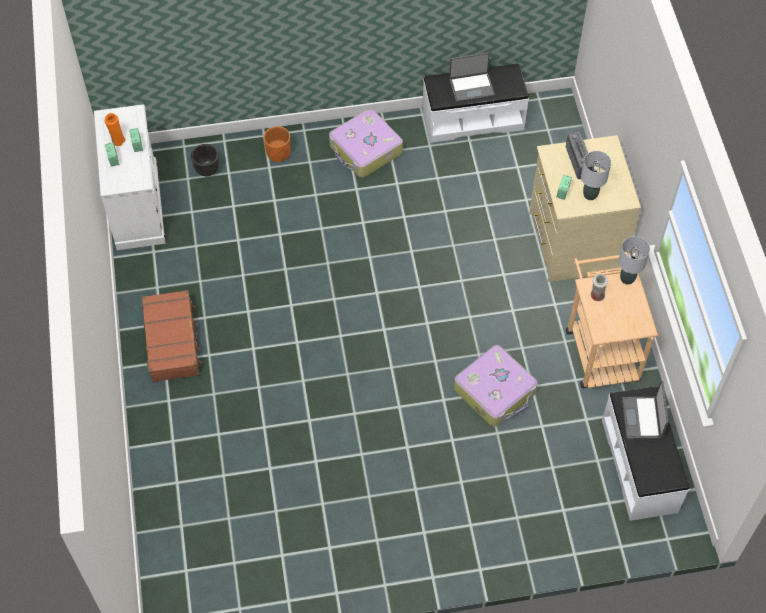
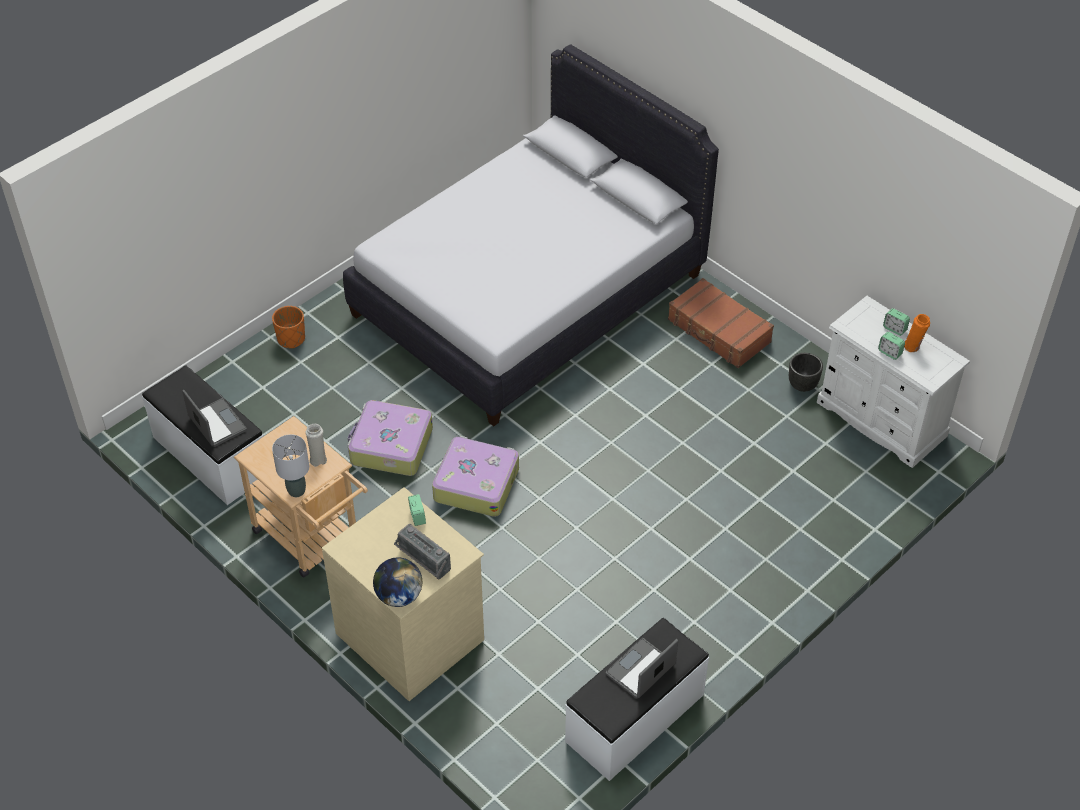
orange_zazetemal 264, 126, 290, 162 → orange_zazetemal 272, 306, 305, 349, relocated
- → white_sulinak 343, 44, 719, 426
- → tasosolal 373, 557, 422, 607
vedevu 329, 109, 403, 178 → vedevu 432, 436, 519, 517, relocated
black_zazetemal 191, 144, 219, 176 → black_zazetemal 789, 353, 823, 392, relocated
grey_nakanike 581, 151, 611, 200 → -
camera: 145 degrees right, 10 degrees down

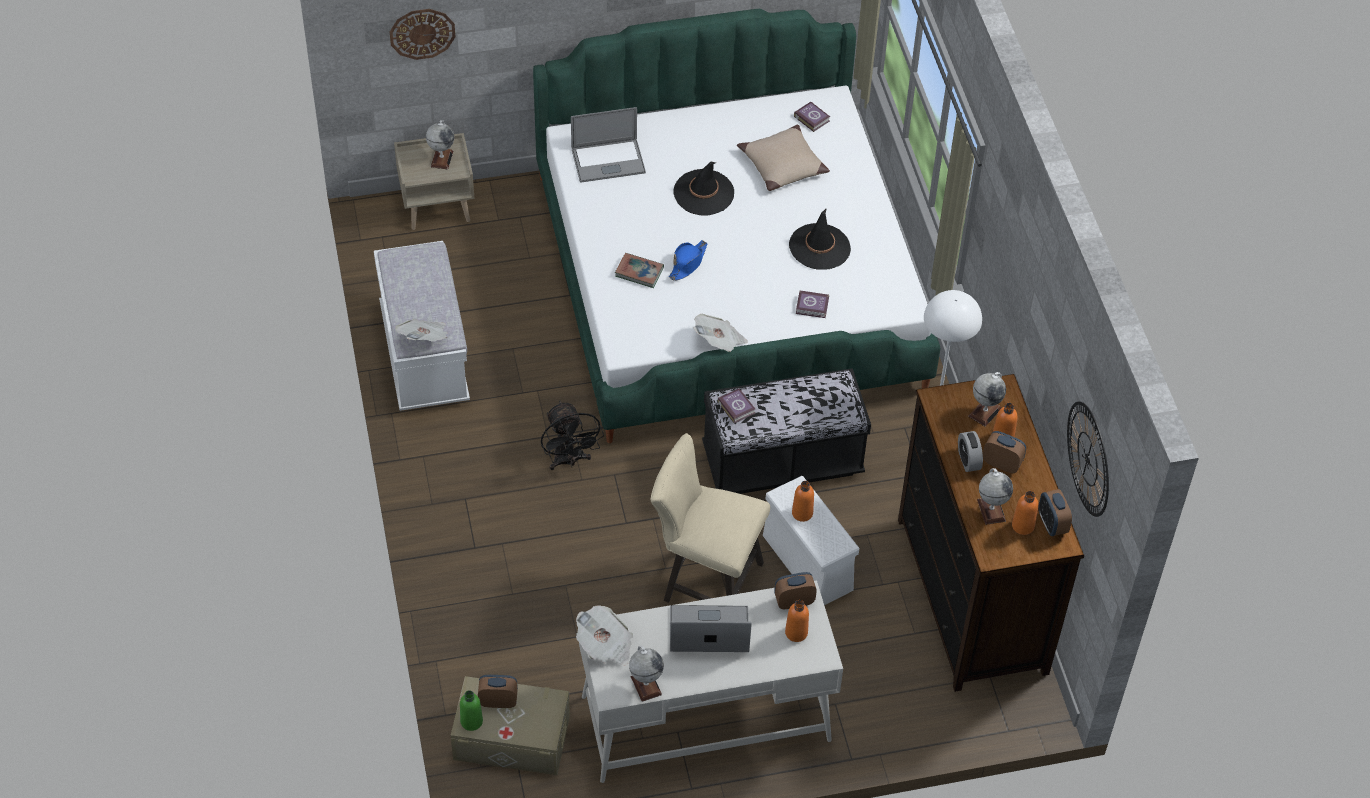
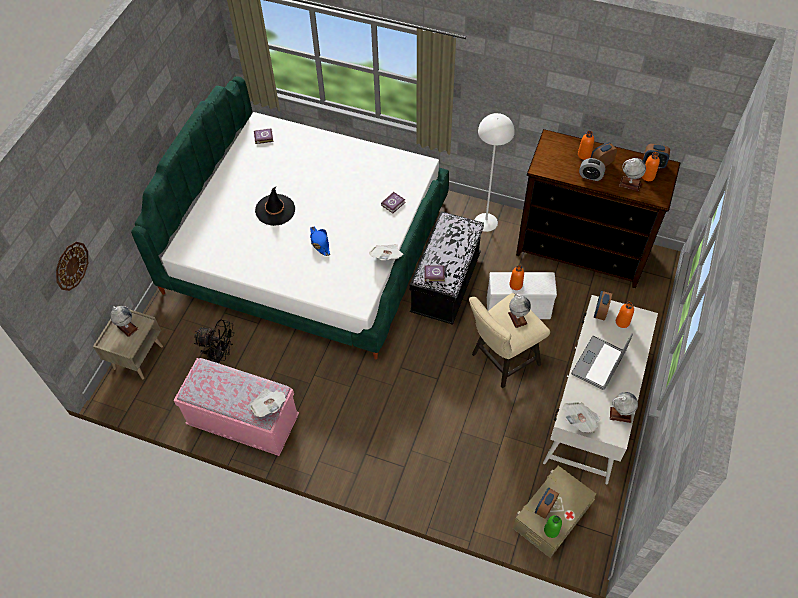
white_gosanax 374, 241, 470, 411 → pink_gosanax 173, 358, 299, 456
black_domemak 541, 400, 604, 470 → black_domemak 194, 319, 234, 363, relocated
tasosolal 968, 372, 1006, 427 → tasosolal 508, 294, 531, 328, relocated
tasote 571, 107, 646, 183 → -
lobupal 615, 253, 664, 288 → -
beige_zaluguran 737, 124, 830, 191 → -
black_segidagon 789, 208, 851, 270 → -
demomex 1067, 401, 1109, 517 → -
camera: 55 degrees left, 5 degrees up

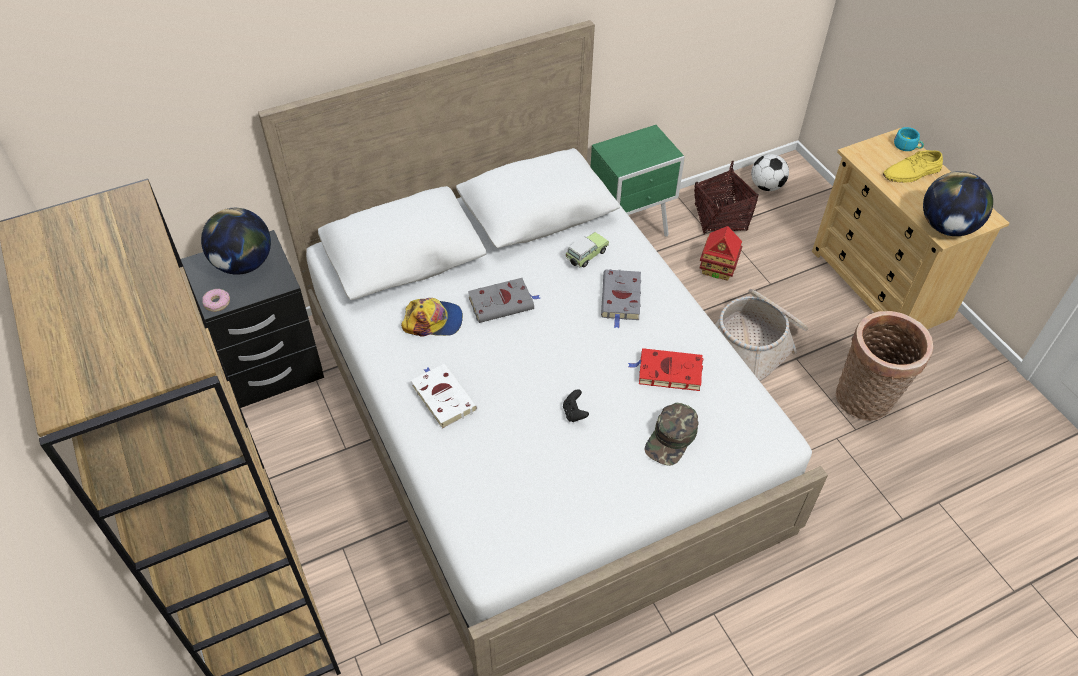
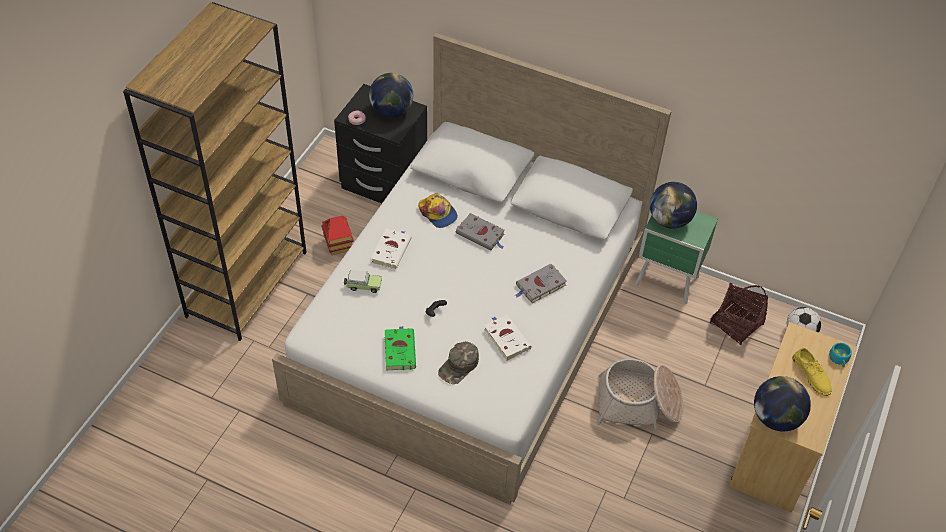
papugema 700, 226, 742, 281 → papugema 321, 216, 354, 255, relocated
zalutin 565, 232, 609, 268 → zalutin 344, 270, 382, 293, relocated
- → green_lobupal 385, 326, 416, 370
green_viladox 645, 403, 698, 466 → green_viladox 438, 341, 479, 384, 45 degrees counterclockwise
red_lobupal 628, 348, 703, 391 → white_lobupal 484, 315, 532, 361
- → tasosolal 650, 182, 697, 229
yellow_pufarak 883, 149, 943, 183 → yellow_pufarak 793, 348, 832, 396, 150 degrees counterclockwise
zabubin 836, 311, 933, 421 → -
camera: 50 degrees right, 0 degrees up

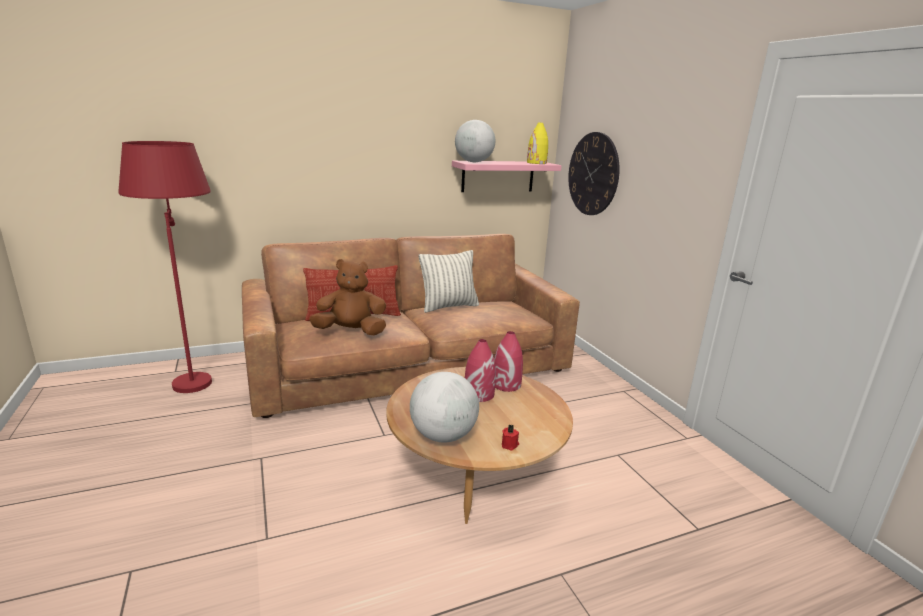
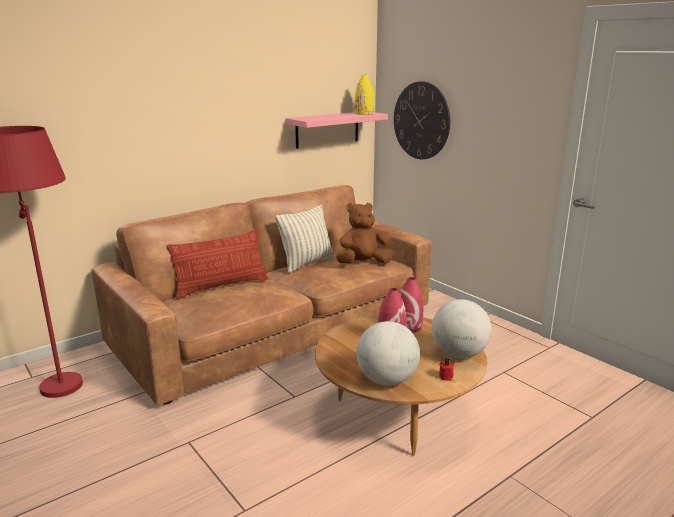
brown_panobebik 309, 259, 386, 335 → brown_panobebik 336, 203, 393, 263, relocated
tasosolal 455, 120, 495, 162 → tasosolal 432, 299, 492, 358, relocated
camera: 15 degrees left, 0 degrees up

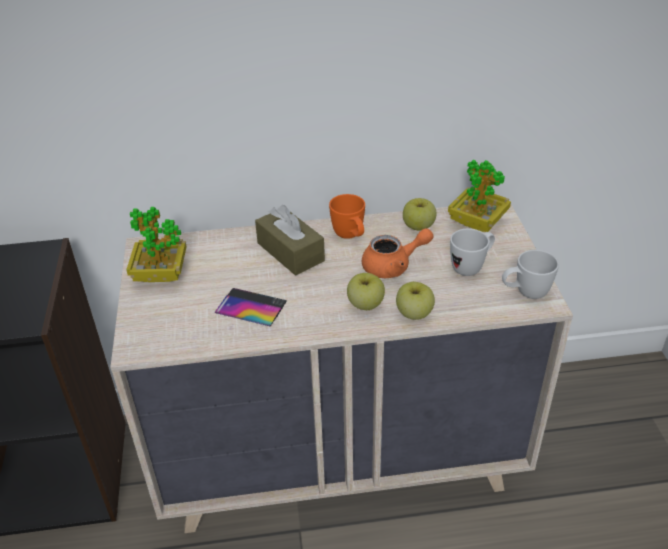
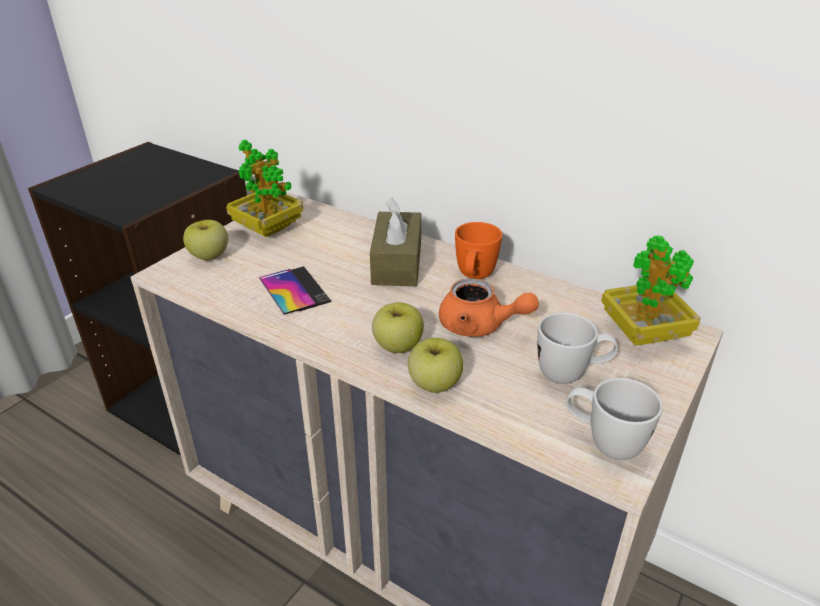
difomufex 403, 198, 437, 230 → difomufex 183, 220, 228, 260, relocated
camera: 40 degrees right, 5 degrees down

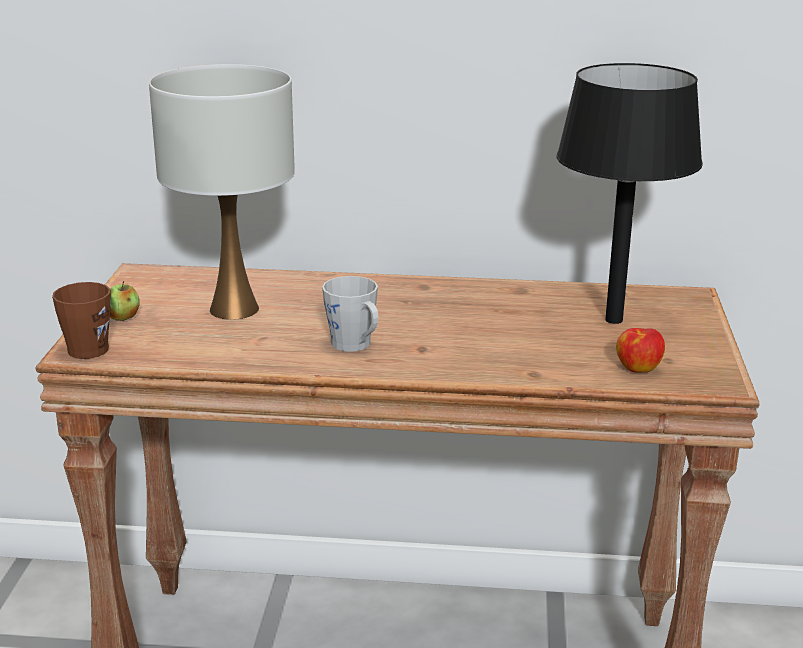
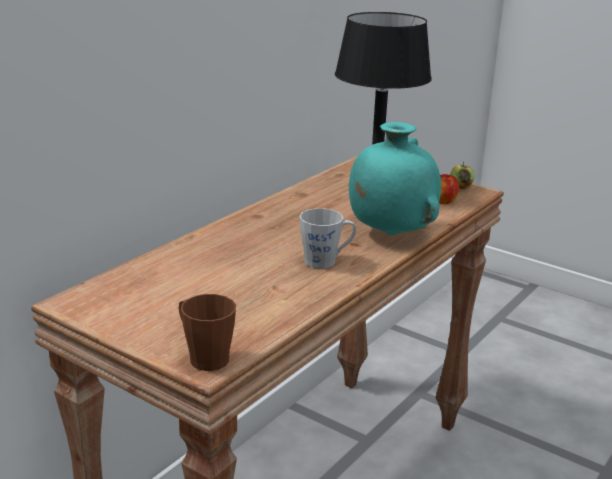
- → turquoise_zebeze 349, 122, 441, 235
difomufex 110, 281, 140, 321 → difomufex 450, 161, 474, 189, relocated
white_nakanike 149, 64, 295, 320 → -
camera: 60 degrees left, 0 degrees up

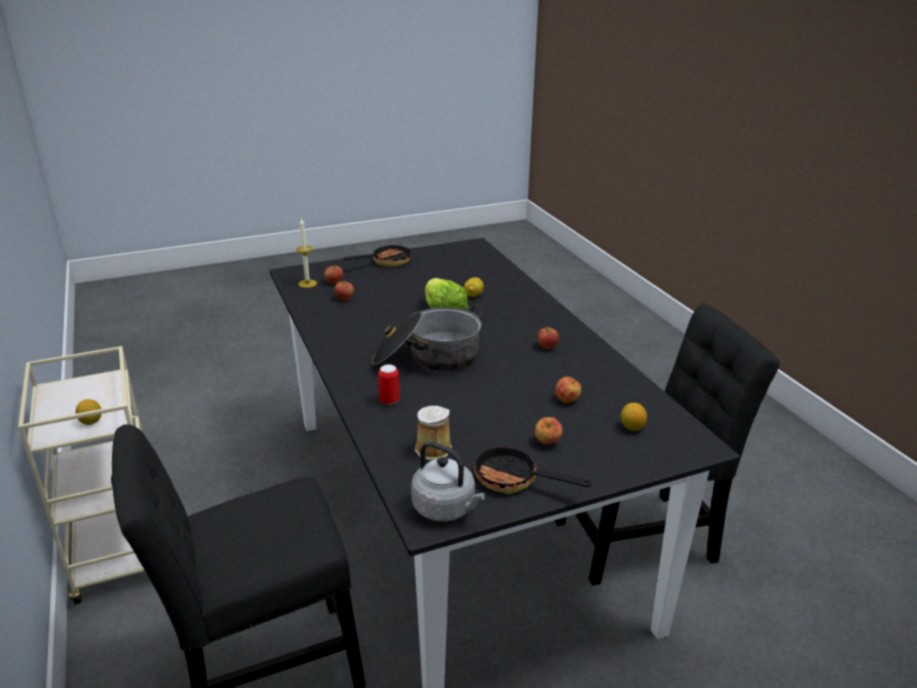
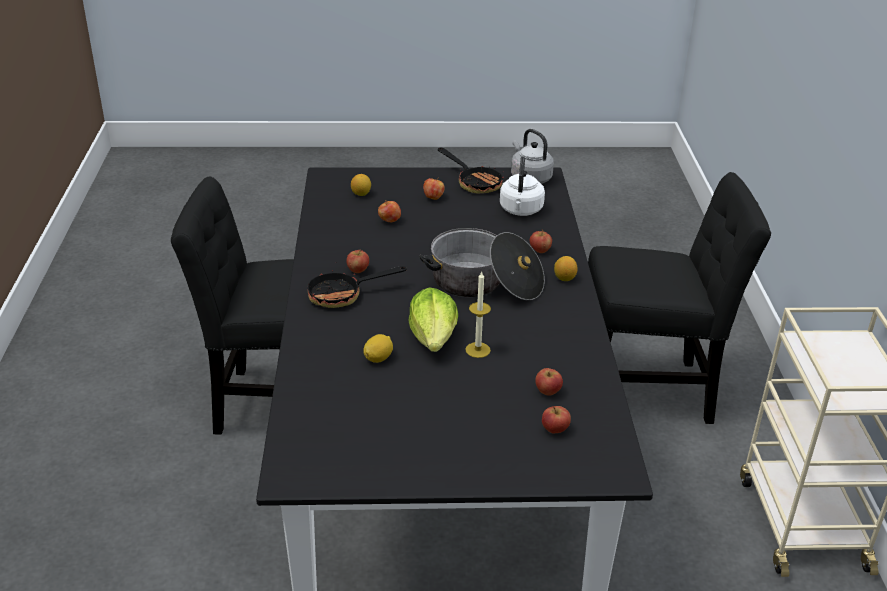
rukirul 343, 242, 411, 267 → rukirul 308, 266, 407, 308, relocated
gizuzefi 296, 218, 317, 288 → gizuzefi 465, 272, 491, 358, relocated
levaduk 415, 406, 452, 460 → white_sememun 500, 156, 545, 216
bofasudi 378, 364, 400, 405 → difomufex 530, 229, 552, 253
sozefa 76, 399, 102, 425 → sozefa 554, 256, 578, 281, relocated
camera: 160 degrees left, 5 degrees up

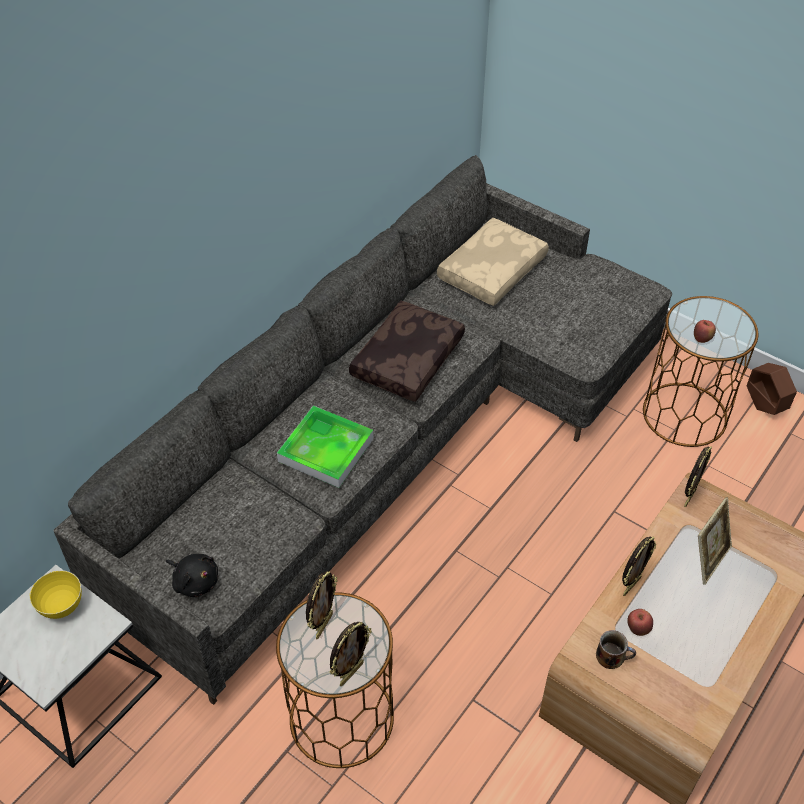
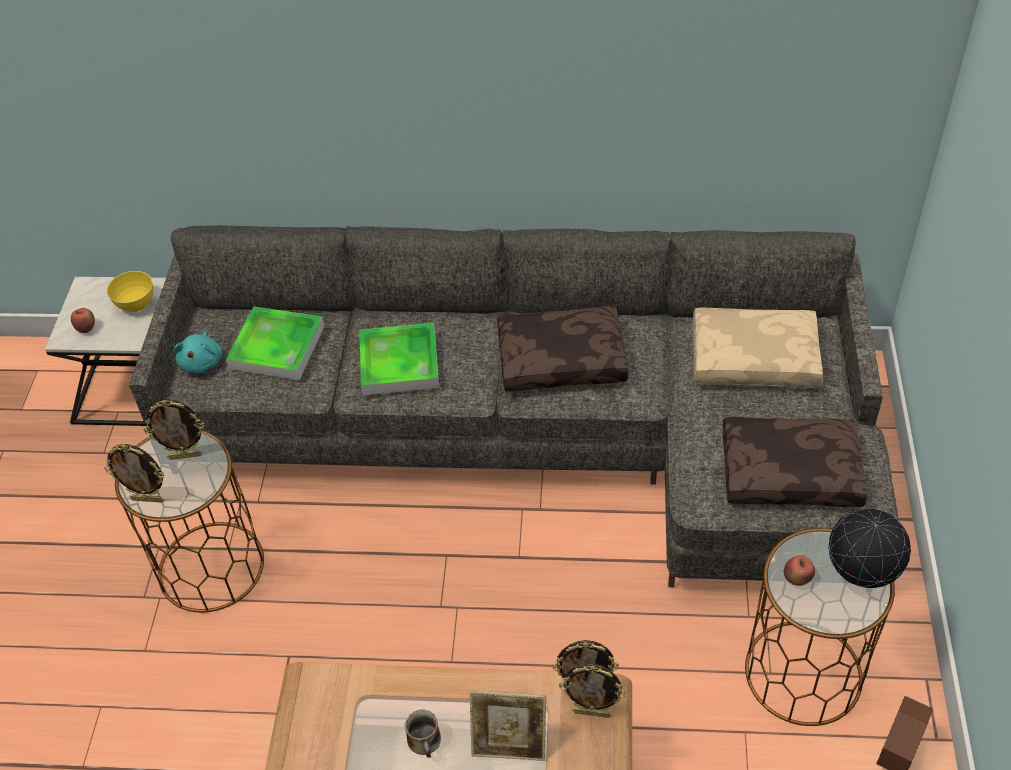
difomufex 627, 609, 653, 636 → difomufex 71, 308, 95, 333, relocated
black_panobebik 166, 554, 218, 597 → turquoise_panobebik 174, 331, 223, 373
- → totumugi 226, 306, 324, 381
levaduk 596, 630, 636, 669 → levaduk 405, 709, 441, 758, relocated
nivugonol 622, 536, 656, 596 → nivugonol 559, 664, 626, 718, relocated
- → brown_zaluguran 722, 417, 867, 507
- → tasosolal 828, 508, 911, 588
camera: 60 degrees right, 0 degrees up

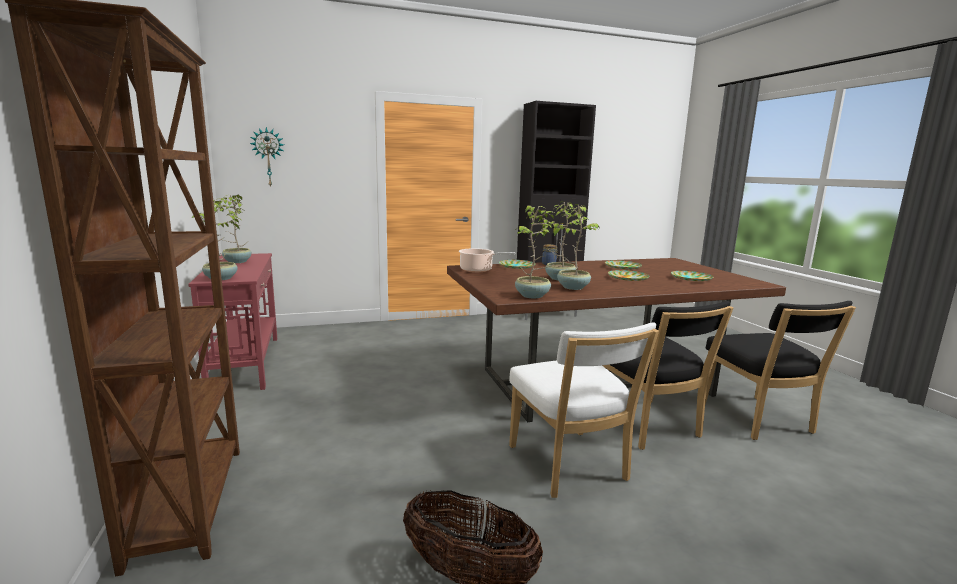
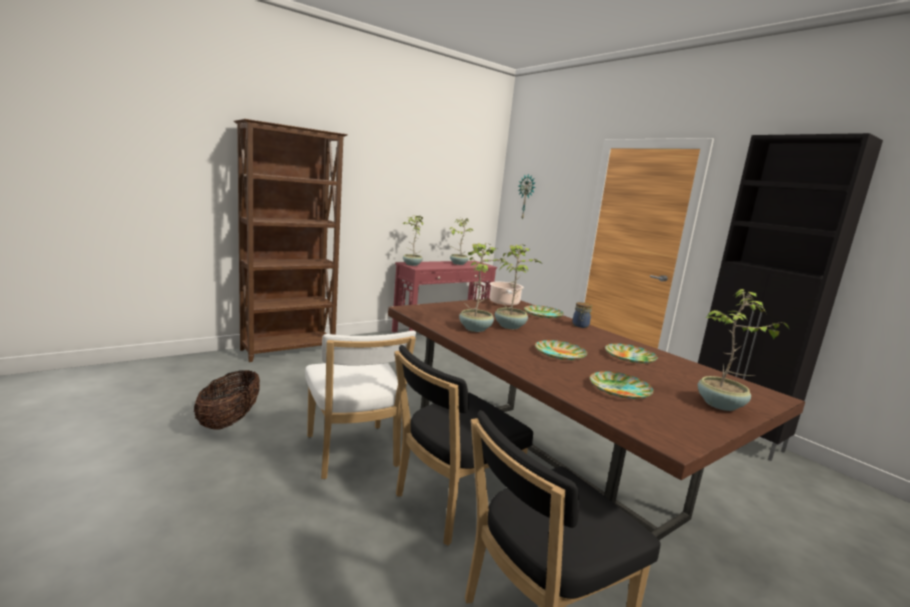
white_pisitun 509, 322, 659, 498 → white_pisitun 305, 331, 416, 479, 75 degrees counterclockwise
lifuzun 515, 205, 554, 298 → lifuzun 698, 289, 790, 411, relocated
camera: 70 degrees right, 0 degrees up

